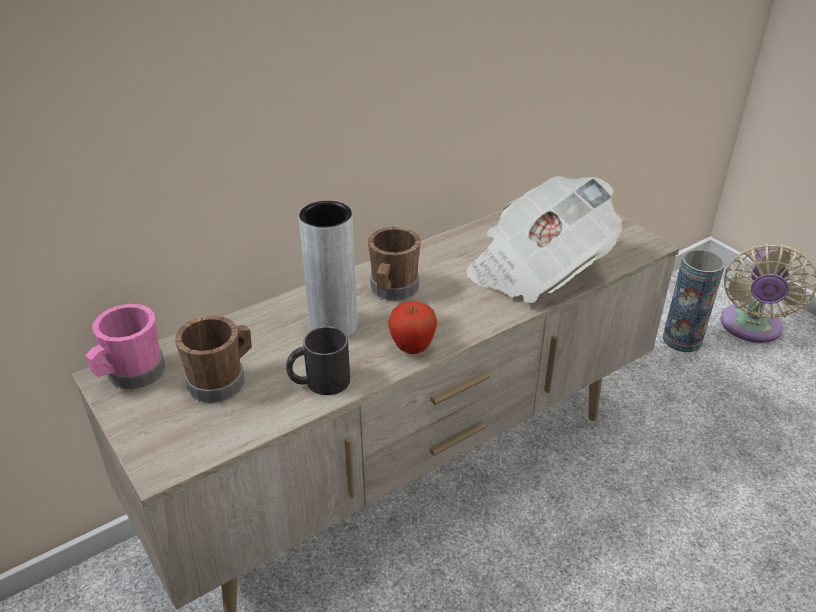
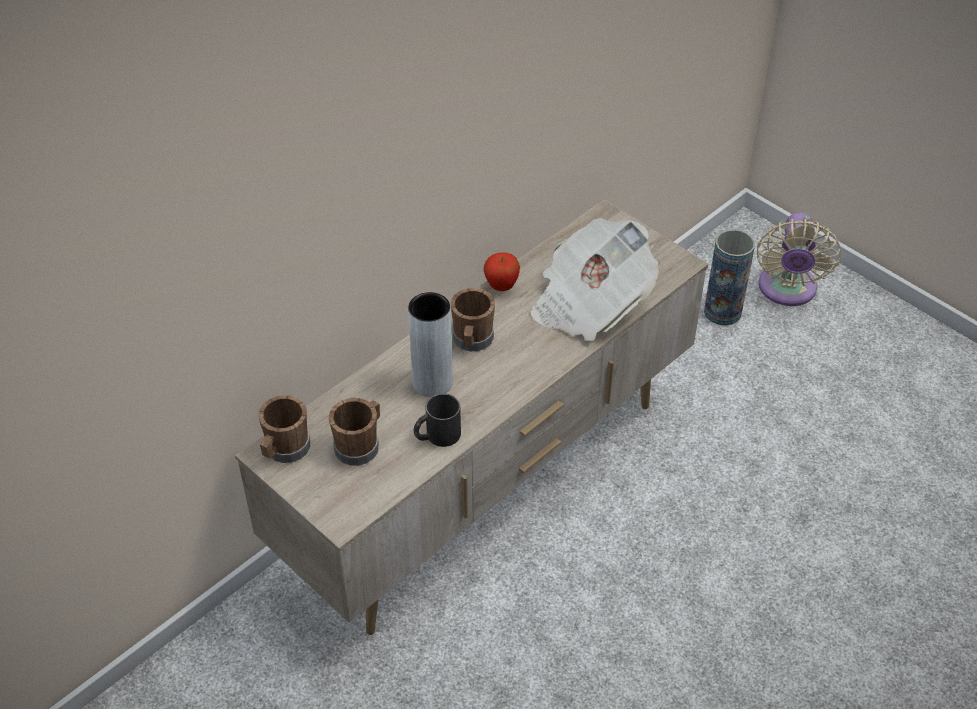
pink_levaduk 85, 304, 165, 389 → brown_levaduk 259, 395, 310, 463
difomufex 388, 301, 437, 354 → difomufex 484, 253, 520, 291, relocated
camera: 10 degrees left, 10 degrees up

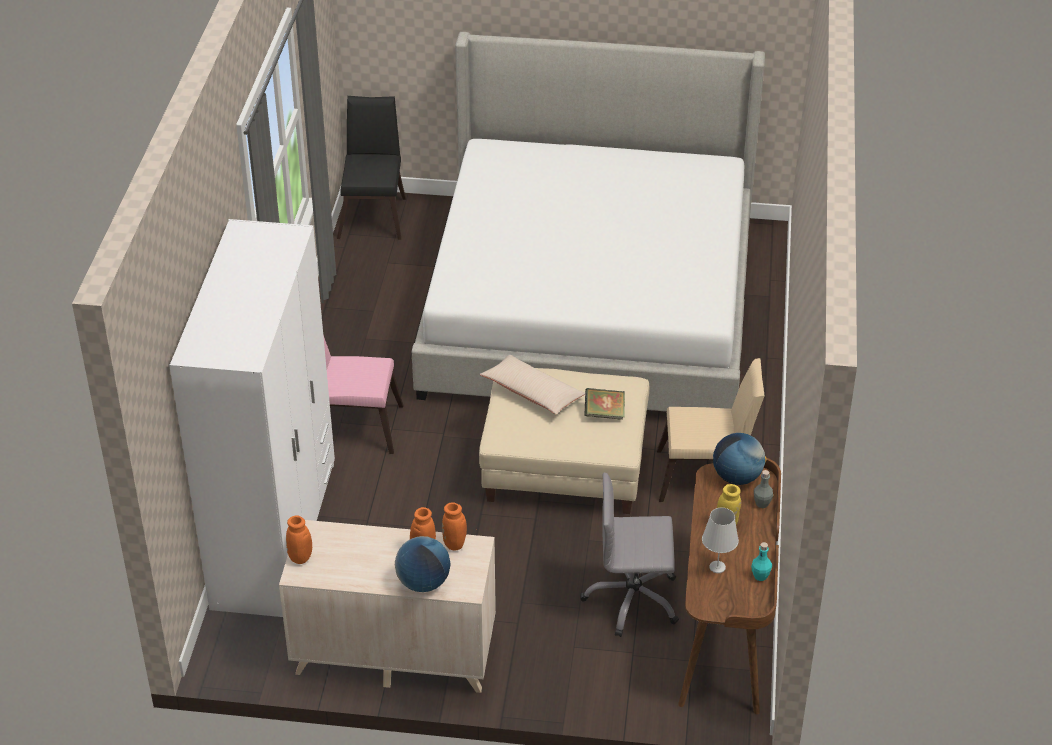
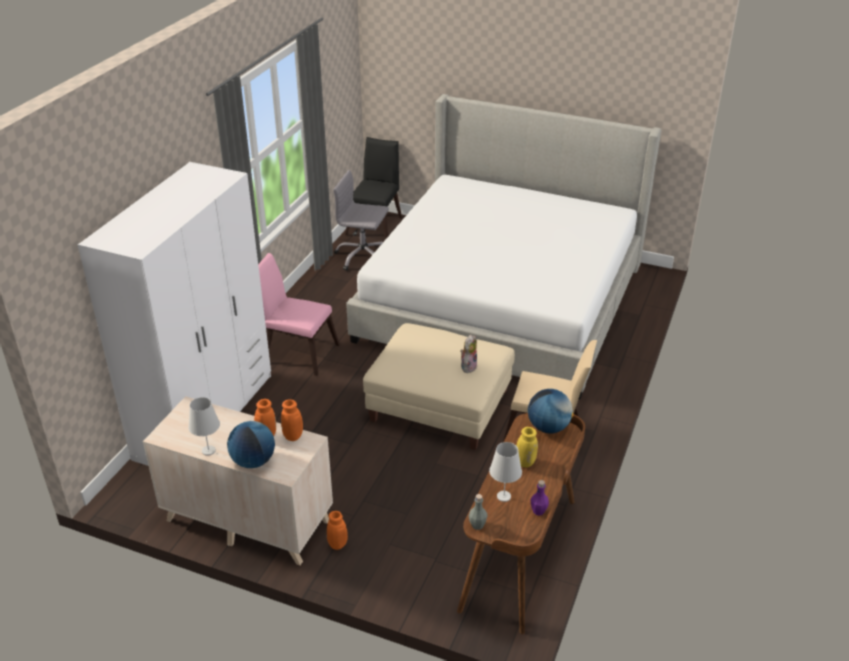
- → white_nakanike 188, 397, 220, 456
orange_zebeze 286, 516, 312, 564 → orange_zebeze 327, 511, 348, 550, relocated
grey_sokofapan 580, 473, 679, 637 → grey_sokofapan 333, 170, 389, 271, relocated
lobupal 585, 388, 625, 420 → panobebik 460, 335, 477, 373
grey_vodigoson 754, 470, 773, 508 → grey_vodigoson 469, 494, 488, 530, relocated
turquoise_vodigoson 751, 542, 772, 581 → purple_vodigoson 530, 480, 549, 516
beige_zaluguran 480, 355, 585, 415 → -
camera: 15 degrees right, 5 degrees down

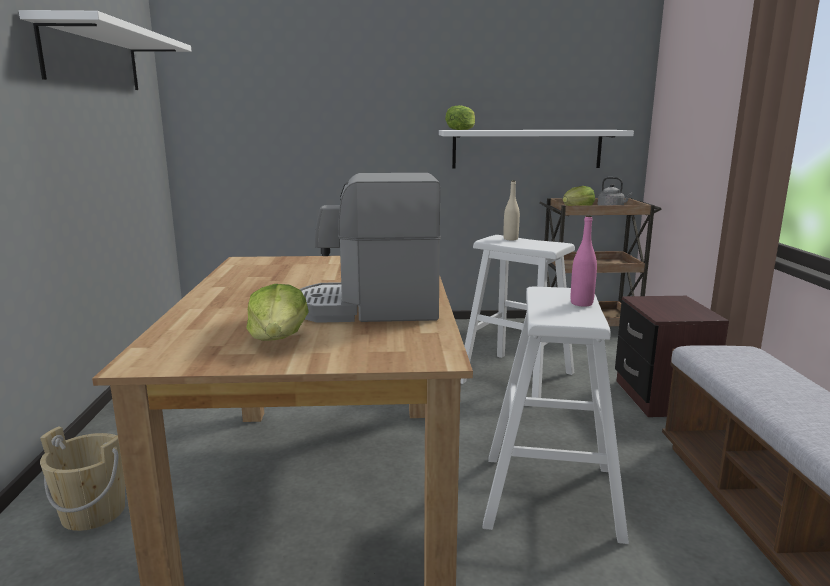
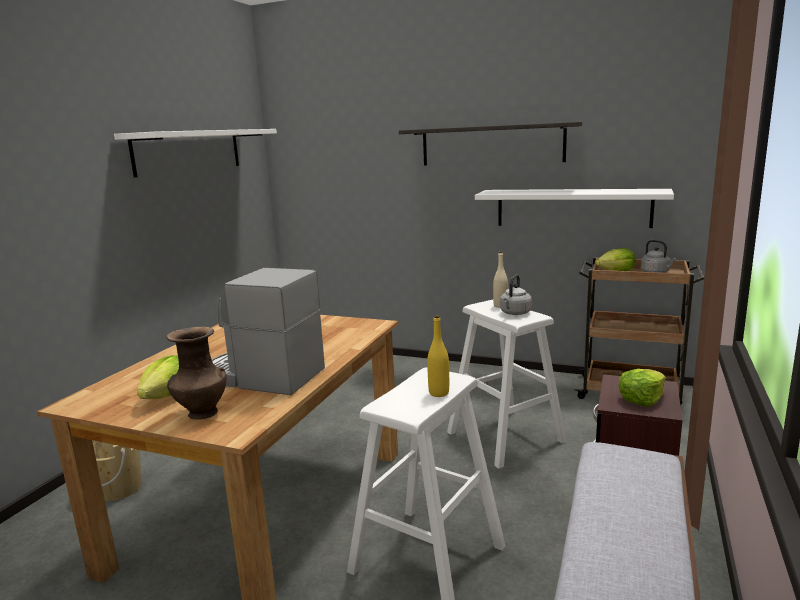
- → brown_zebeze 166, 327, 226, 420
- → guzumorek 399, 122, 582, 165
pink_vodigoson 571, 215, 597, 307 → yellow_vodigoson 427, 315, 449, 397
- → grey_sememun 500, 275, 532, 315
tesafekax 445, 105, 475, 130 → tesafekax 618, 369, 666, 407, relocated
camera: 25 degrees right, 0 degrees up

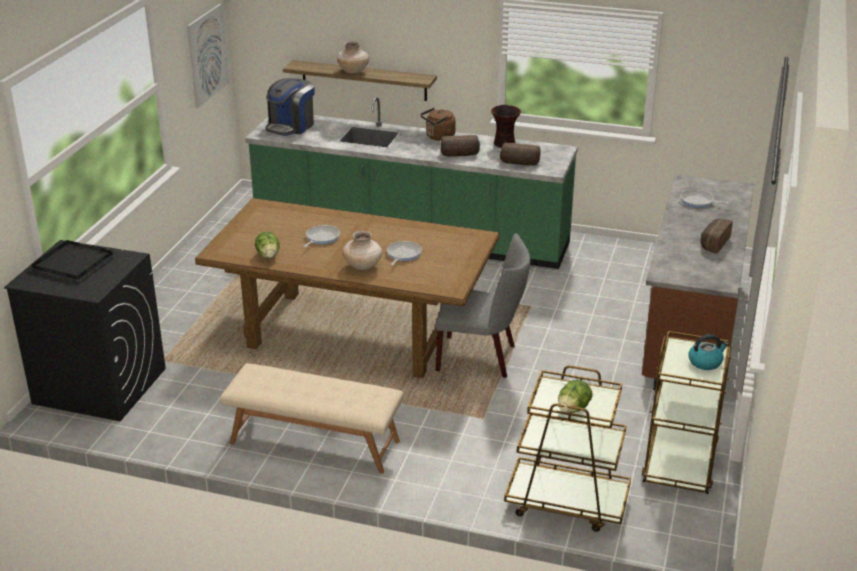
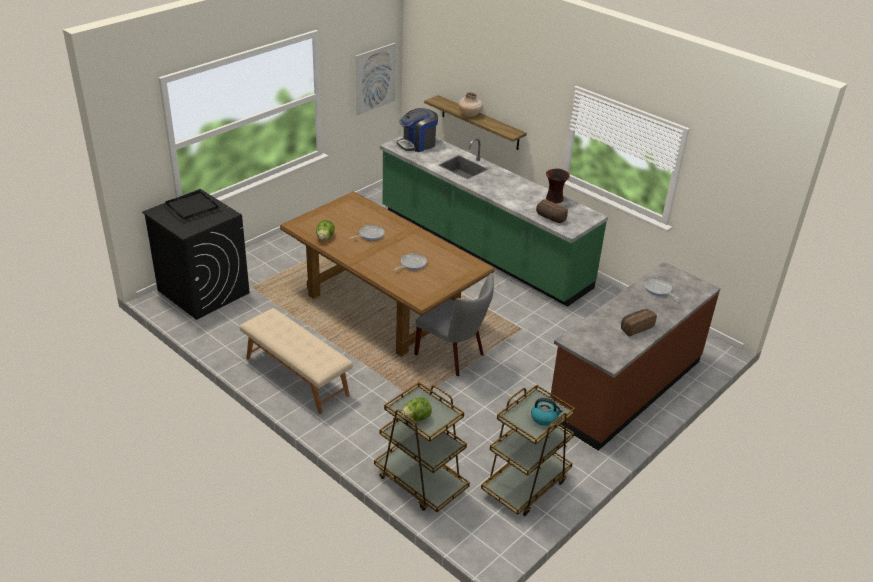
beige_zebeze 343, 231, 382, 270 → -
brown_sememun 420, 108, 456, 141 → -
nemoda 440, 135, 480, 157 → -
camera: 25 degrees right, 5 degrees up

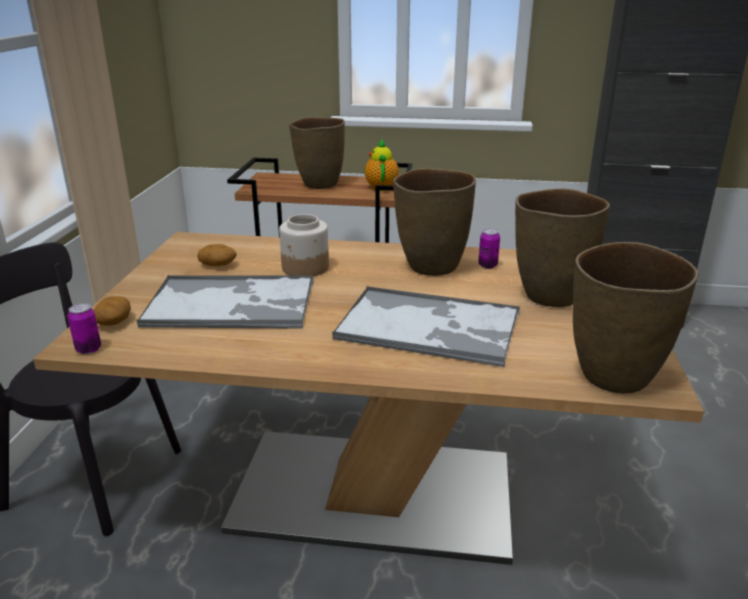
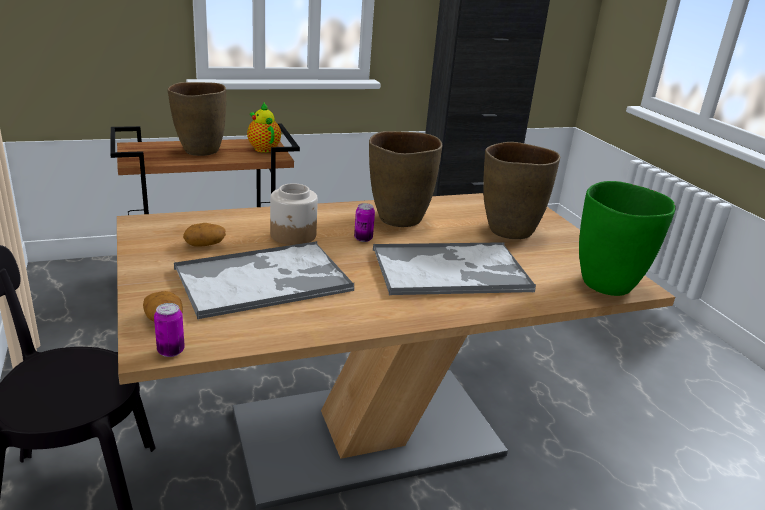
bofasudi 478, 229, 500, 269 → bofasudi 354, 203, 375, 242, relocated
brown_zebeze 573, 242, 698, 393 → green_zebeze 579, 181, 676, 296
camera: 30 degrees left, 0 degrees up

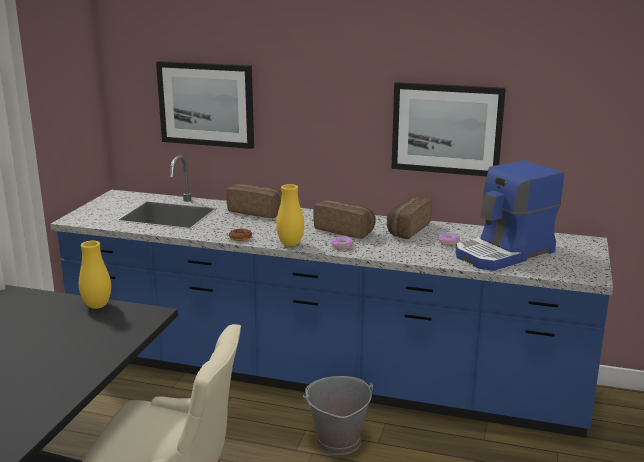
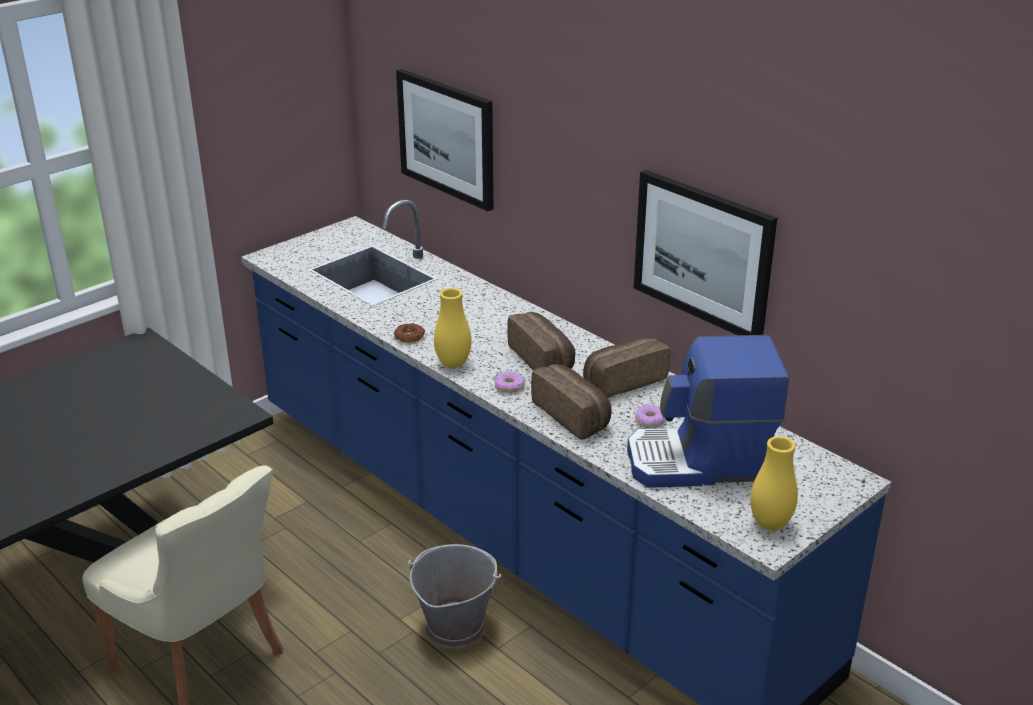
nemoda 226, 184, 282, 218 → nemoda 531, 364, 611, 440, relocated
yellow_zebeze 79, 241, 111, 309 → yellow_zebeze 750, 436, 798, 531, relocated
camera: 30 degrees right, 10 degrees up

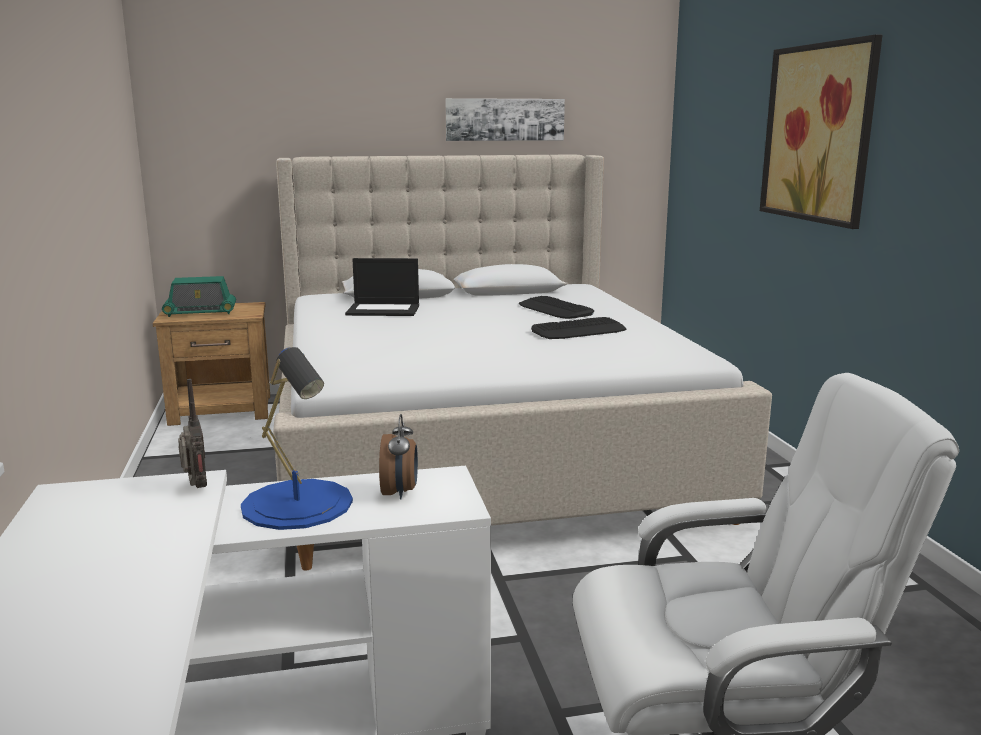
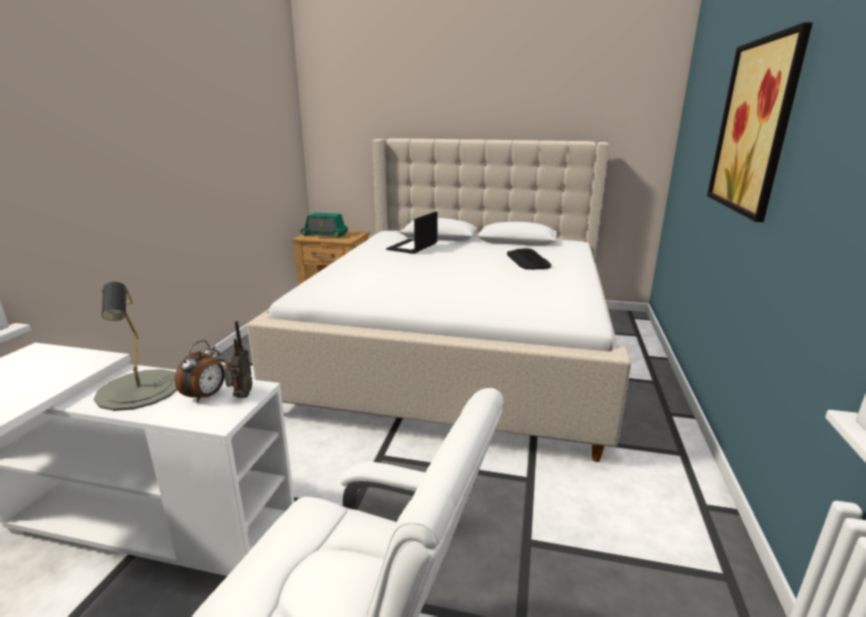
blue_nakanike 241, 347, 353, 530 → grey_nakanike 94, 282, 177, 411
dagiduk 178, 379, 207, 488 → dagiduk 223, 321, 252, 398, relocated
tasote 345, 258, 419, 316 → tasote 386, 211, 437, 254, 90 degrees clockwise
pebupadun 445, 98, 565, 141 → -
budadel 531, 317, 627, 339 → -
camera: 25 degrees right, 5 degrees up

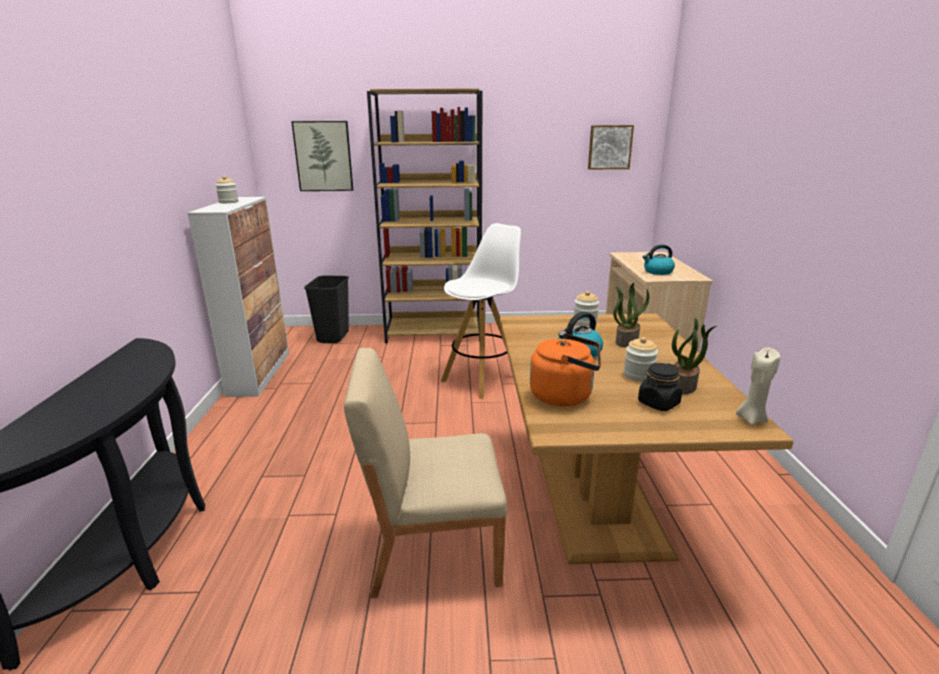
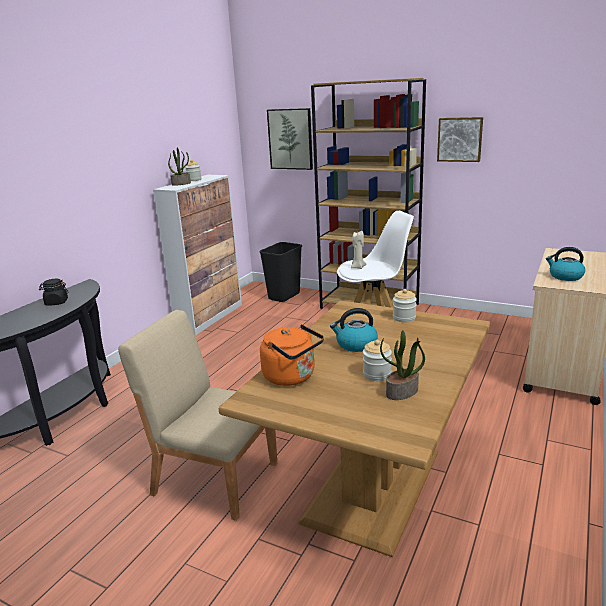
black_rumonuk 638, 363, 682, 411 → black_rumonuk 39, 279, 68, 306, relocated
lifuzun 613, 283, 649, 347 → lifuzun 168, 147, 191, 186, relocated
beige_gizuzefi 736, 347, 780, 425 → beige_gizuzefi 351, 231, 367, 269, relocated
pebupadun 588, 125, 634, 169 → pebupadun 437, 117, 483, 162, relocated
camera: 30 degrees right, 0 degrees up

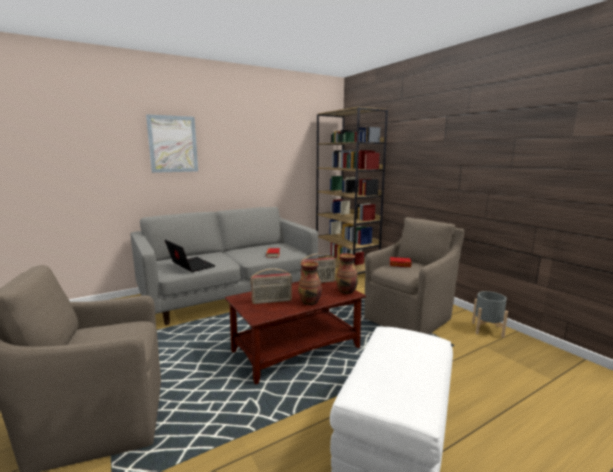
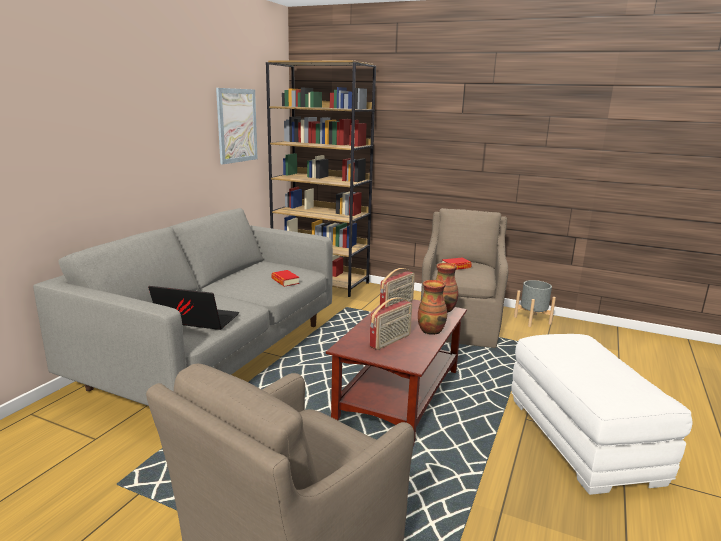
pebupadun 146, 114, 198, 173 → pebupadun 216, 88, 258, 164, relocated
camera: 35 degrees left, 5 degrees up

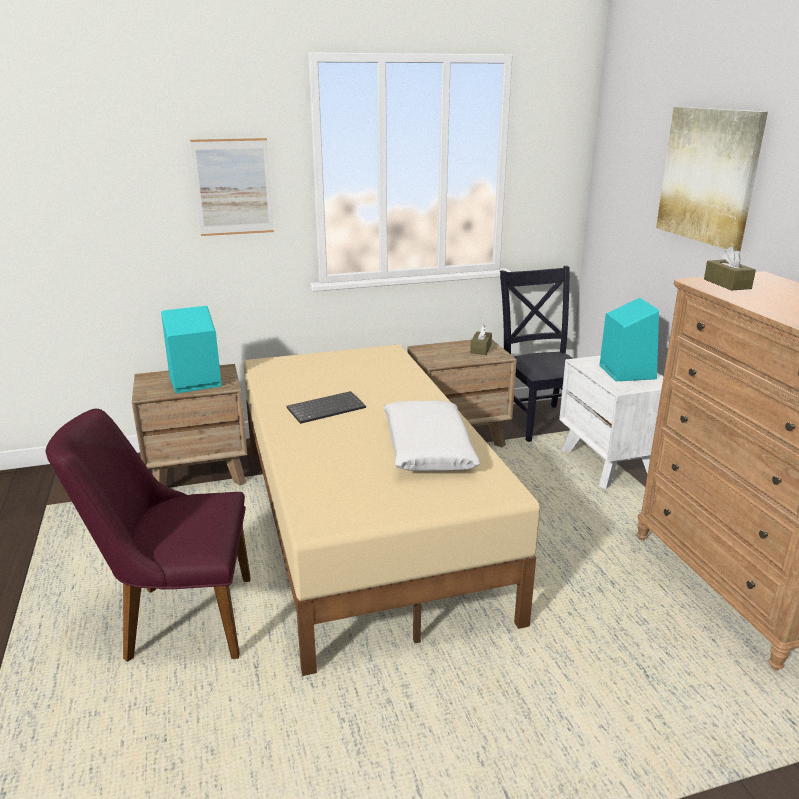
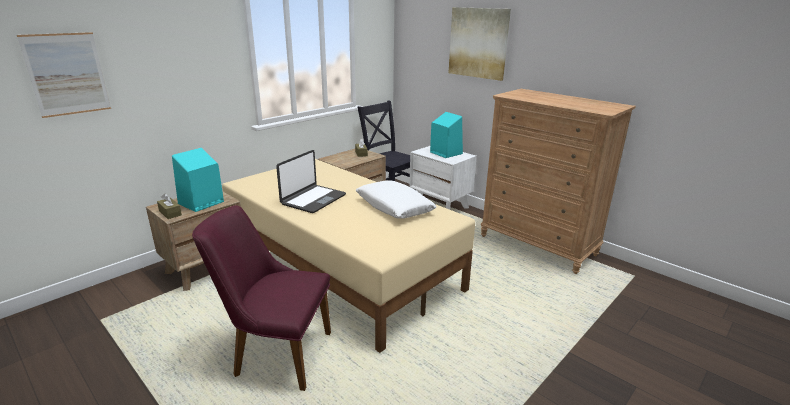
pebupadun 190, 138, 274, 236 → pebupadun 17, 32, 111, 118, relocated
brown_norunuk 704, 246, 756, 291 → brown_norunuk 157, 194, 182, 219, relocated
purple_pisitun 46, 409, 251, 662 → purple_pisitun 192, 205, 331, 391, 45 degrees clockwise
budadel 287, 391, 366, 424 → tasote 276, 150, 346, 213
camera: 30 degrees left, 0 degrees up

